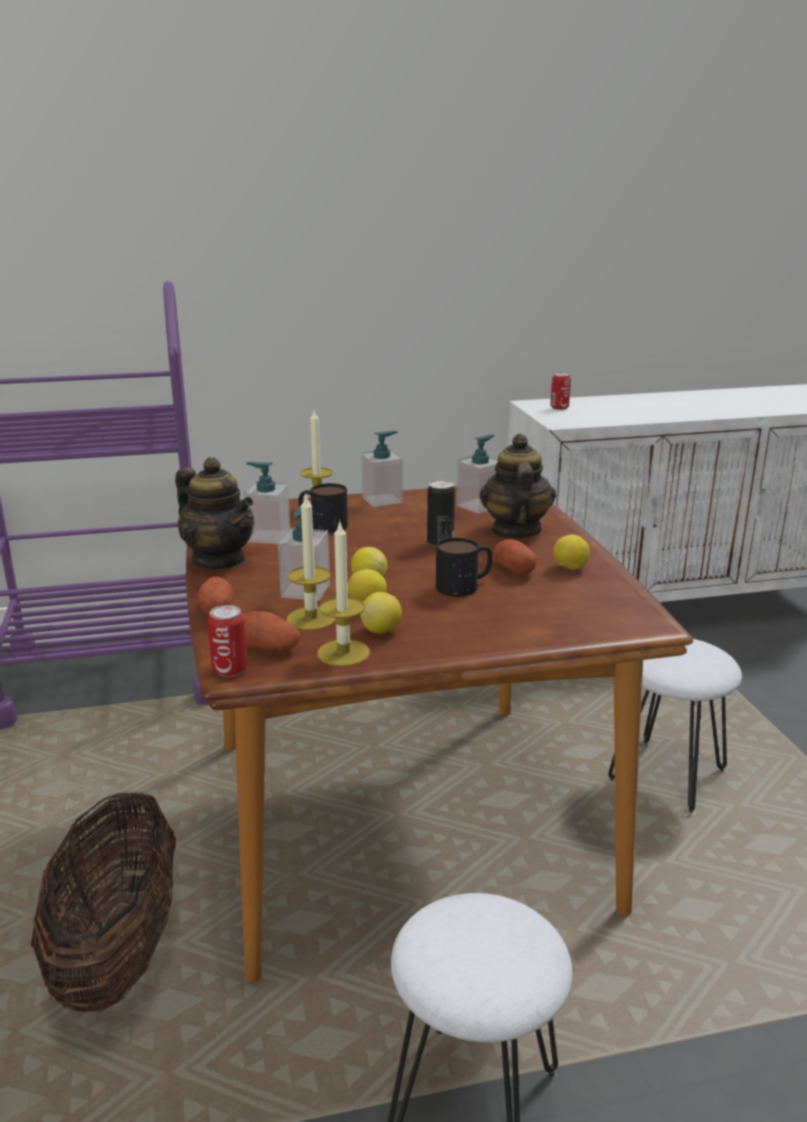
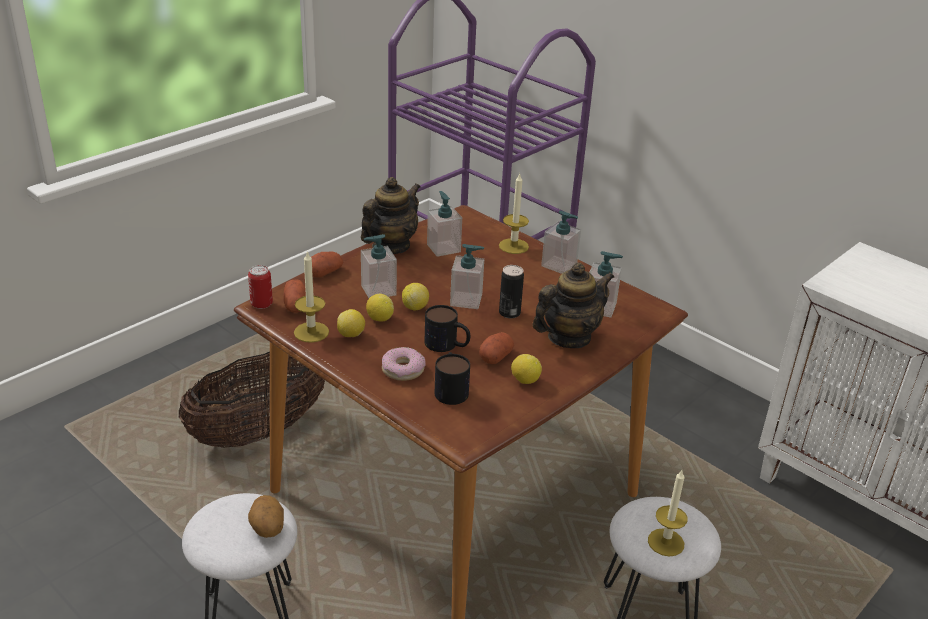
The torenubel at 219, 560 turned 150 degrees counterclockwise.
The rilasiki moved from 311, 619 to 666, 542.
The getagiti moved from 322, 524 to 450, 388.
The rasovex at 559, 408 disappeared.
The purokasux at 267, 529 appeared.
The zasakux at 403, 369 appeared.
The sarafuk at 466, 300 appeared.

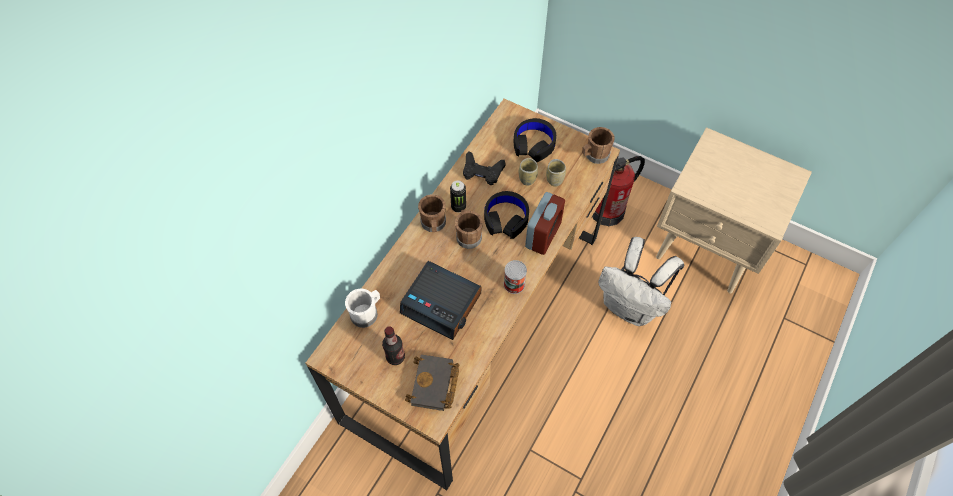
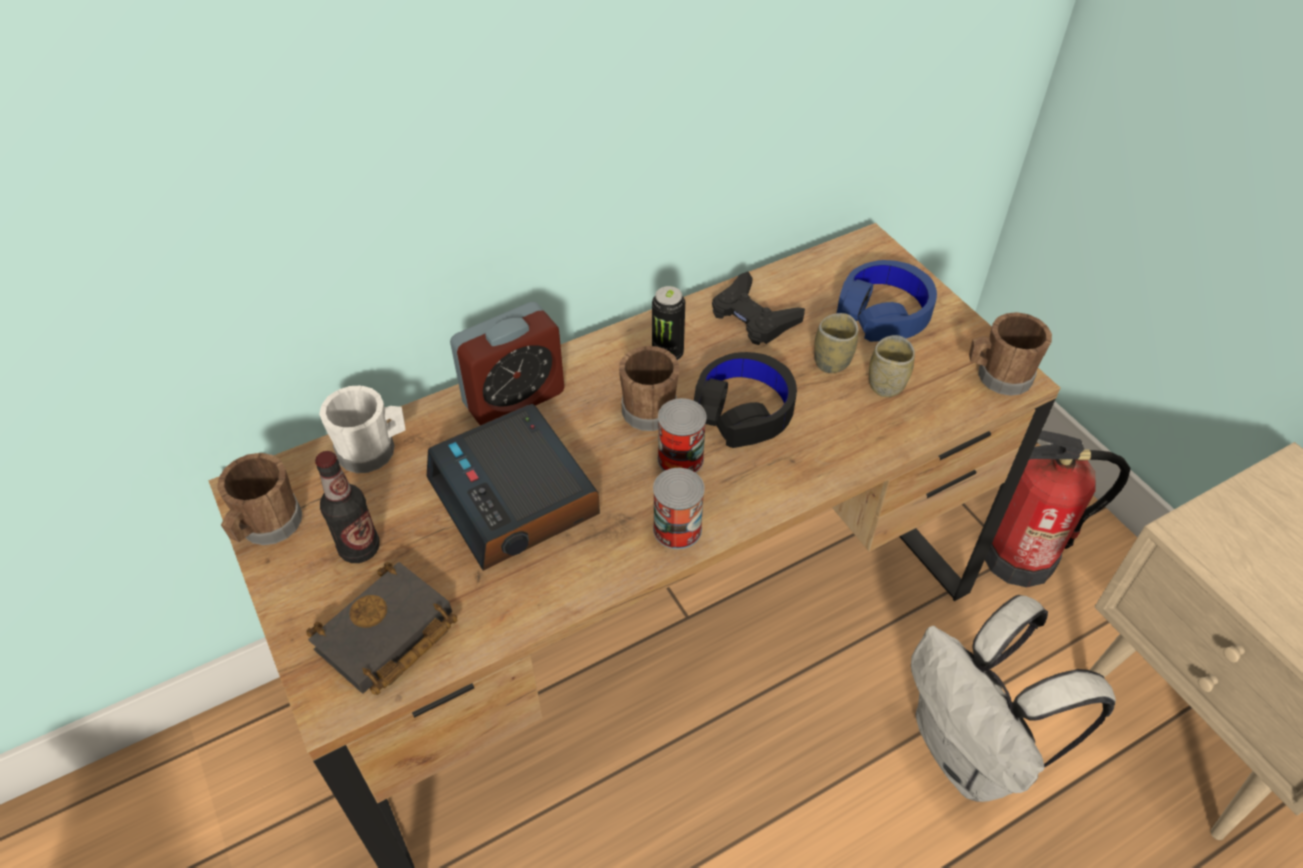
The brown getagiti moved from 433, 224 to 267, 527.
The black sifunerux at 534, 144 became the blue sifunerux at 884, 311.
The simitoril moved from 543, 235 to 514, 398.
The rasovex at 680, 458 appeared.

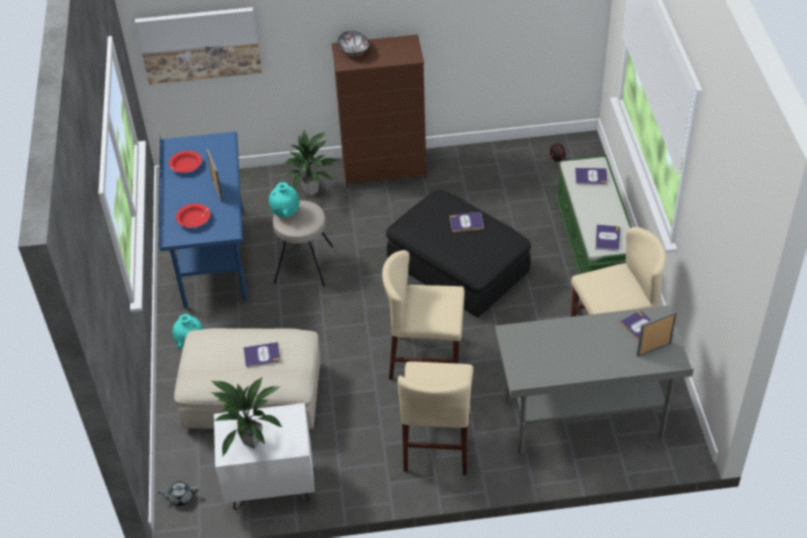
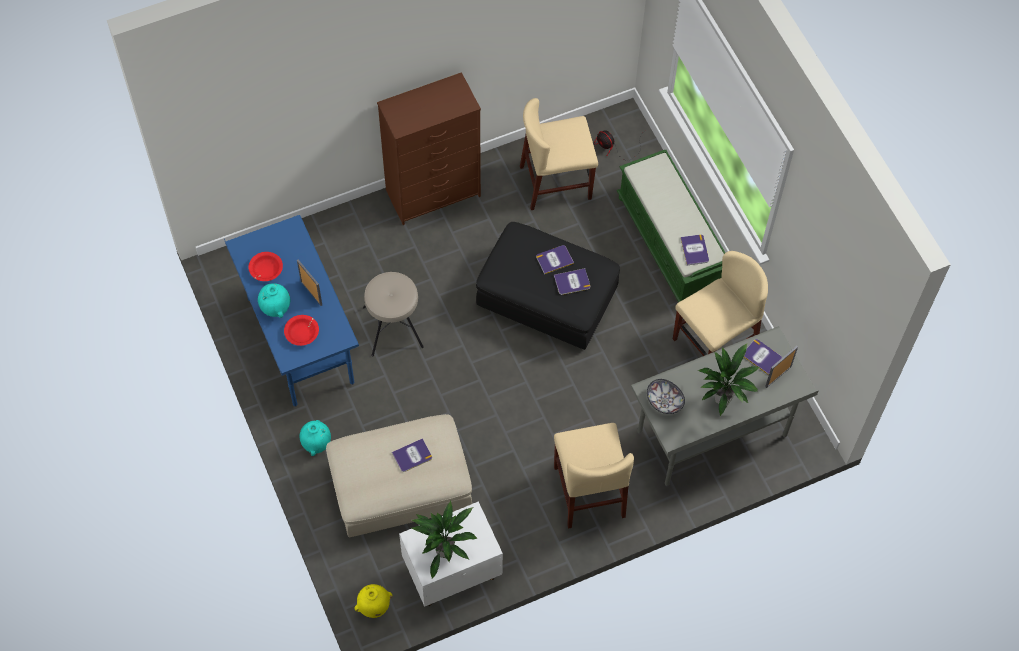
The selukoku at 199, 44 disappeared.
The grey torenubel at 180, 497 was replaced by the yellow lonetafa at 374, 607.
The turquoise lonetafa moved from 286, 213 to 276, 308.
The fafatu moved from 311, 191 to 724, 400.
The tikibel moved from 353, 51 to 664, 402.
The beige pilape moved from 425, 358 to 555, 182.
The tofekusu moved from 591, 177 to 572, 282.

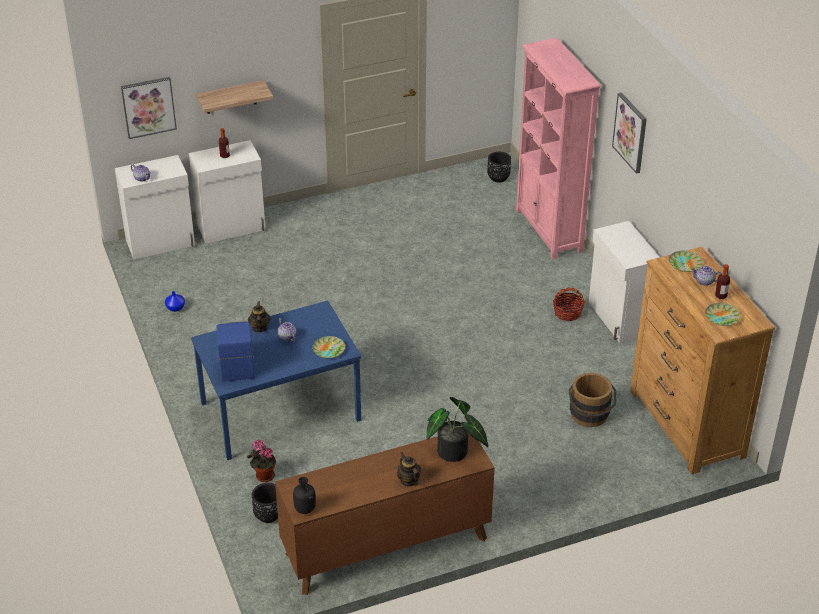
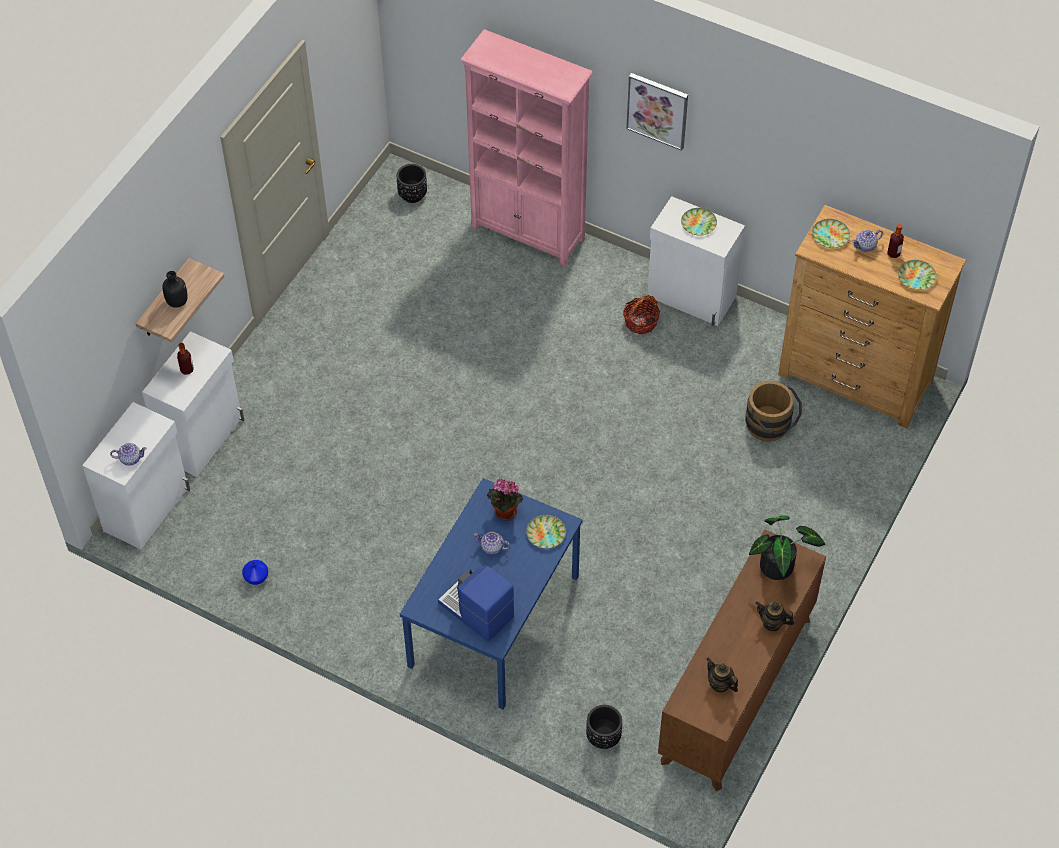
The selukoku at 148, 107 disappeared.
The fafatu moved from 263, 476 to 504, 513.
The torenubel moved from 259, 328 to 720, 684.
The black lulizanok moved from 305, 509 to 177, 302.
The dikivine at 699, 224 appeared.

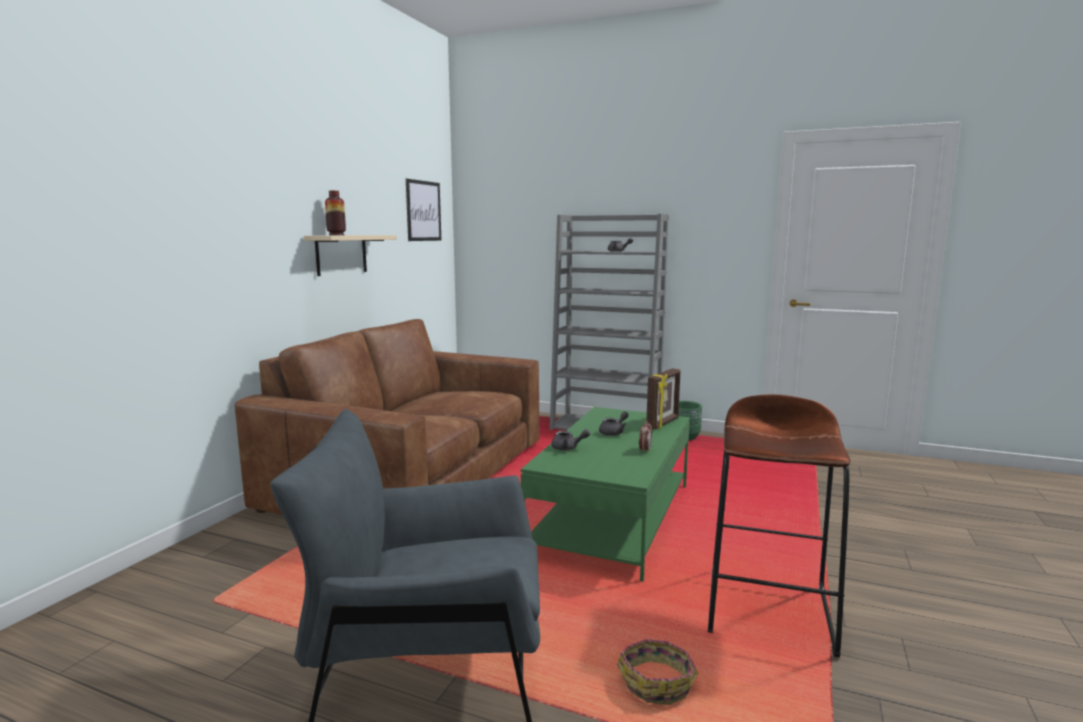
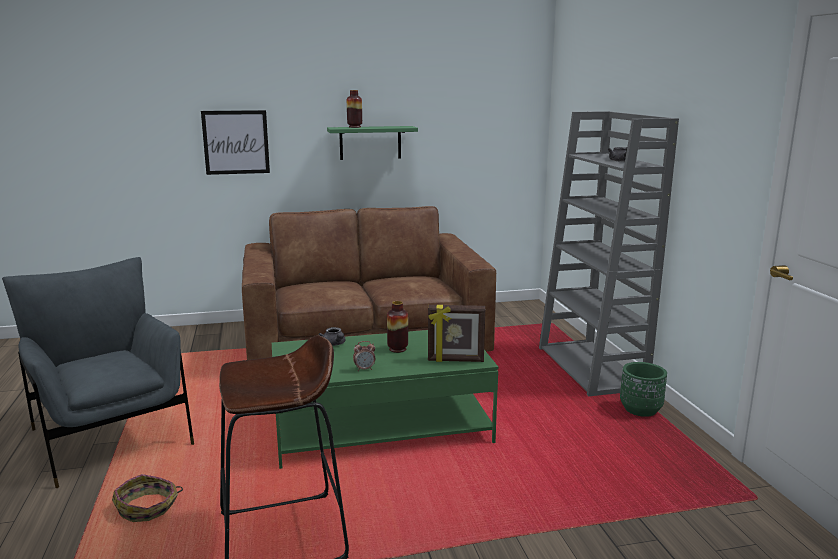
The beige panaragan at 341, 254 became the green panaragan at 370, 142.
The selukoku moved from 423, 211 to 236, 142.
The grey torenubel at 614, 432 was replaced by the lonetafa at 397, 349.

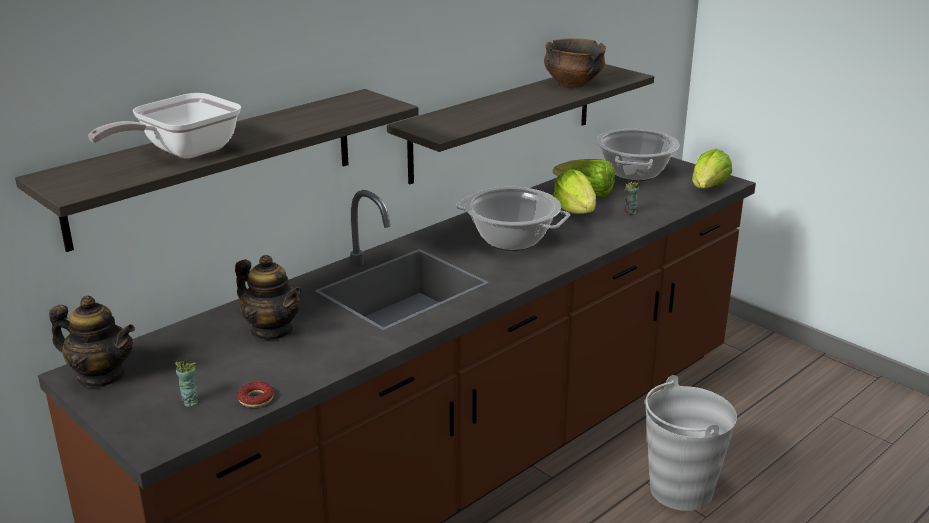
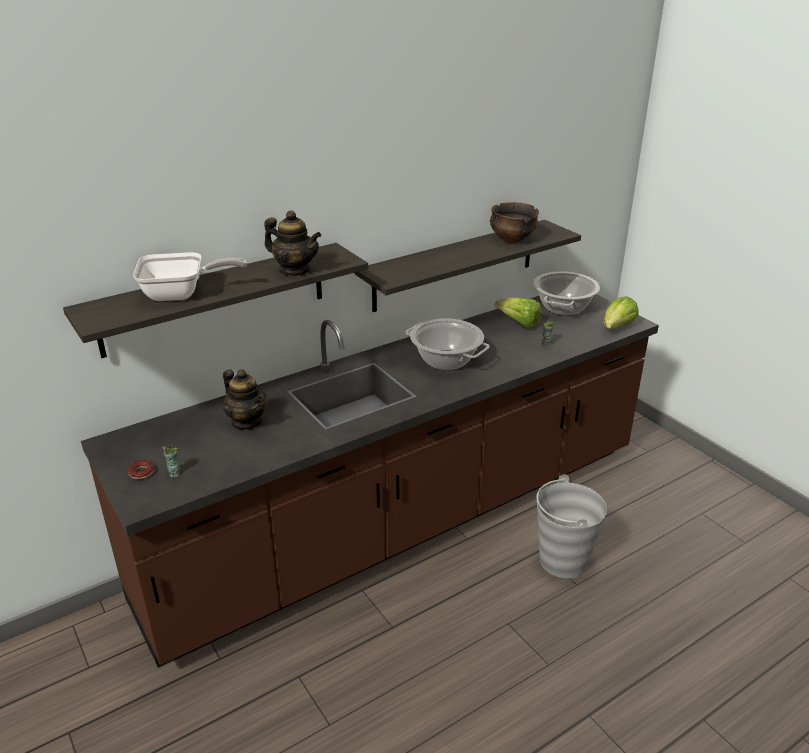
The torenubel moved from 101, 376 to 295, 270.
The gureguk at 181, 153 turned 150 degrees counterclockwise.
The zasakux moved from 256, 399 to 142, 472.
The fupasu at 575, 211 disappeared.

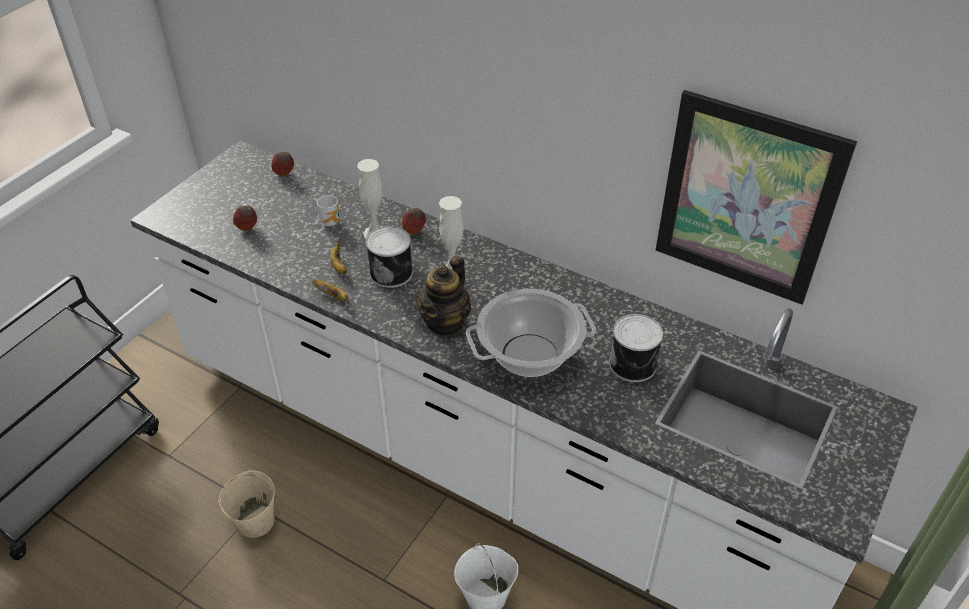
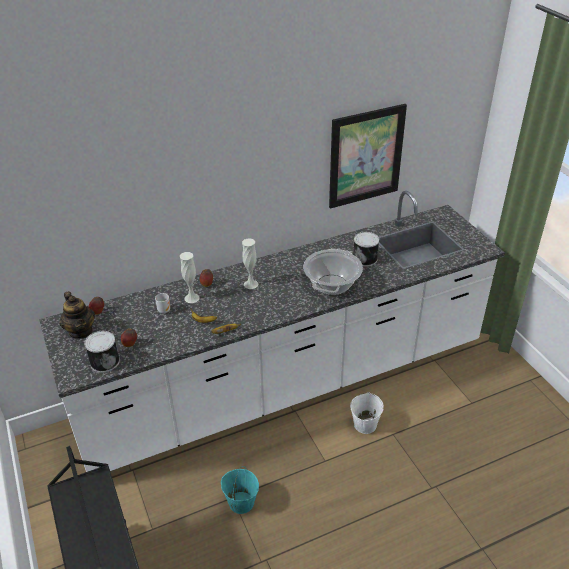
The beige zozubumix at 255, 521 became the turquoise zozubumix at 241, 502.
The rasovex moved from 392, 272 to 104, 361.
The torenubel moved from 445, 322 to 81, 331.

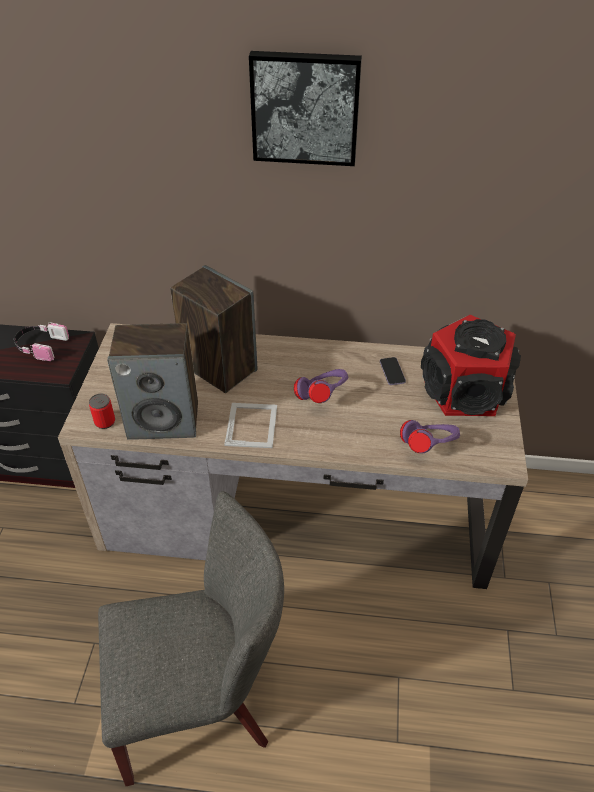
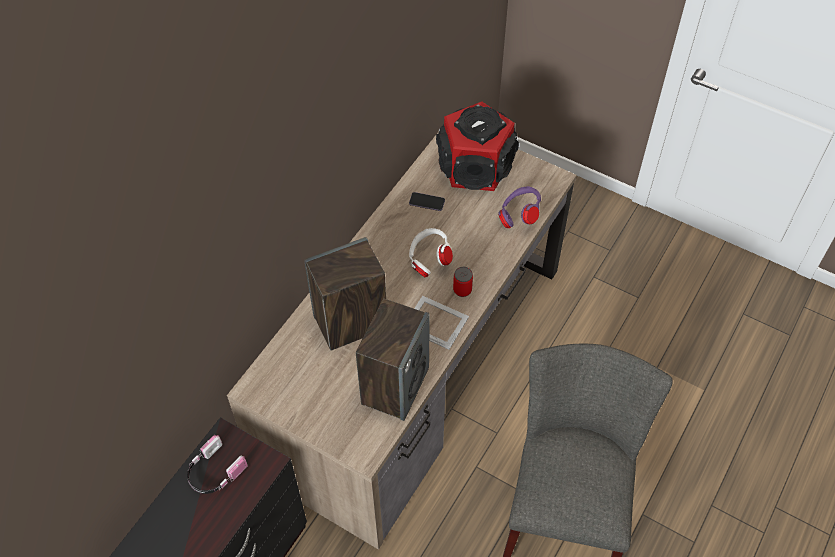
The rasovex moved from 105, 422 to 462, 290.
The selukoku at 305, 108 disappeared.
The purple sifunerux at 322, 396 became the white sifunerux at 429, 261.

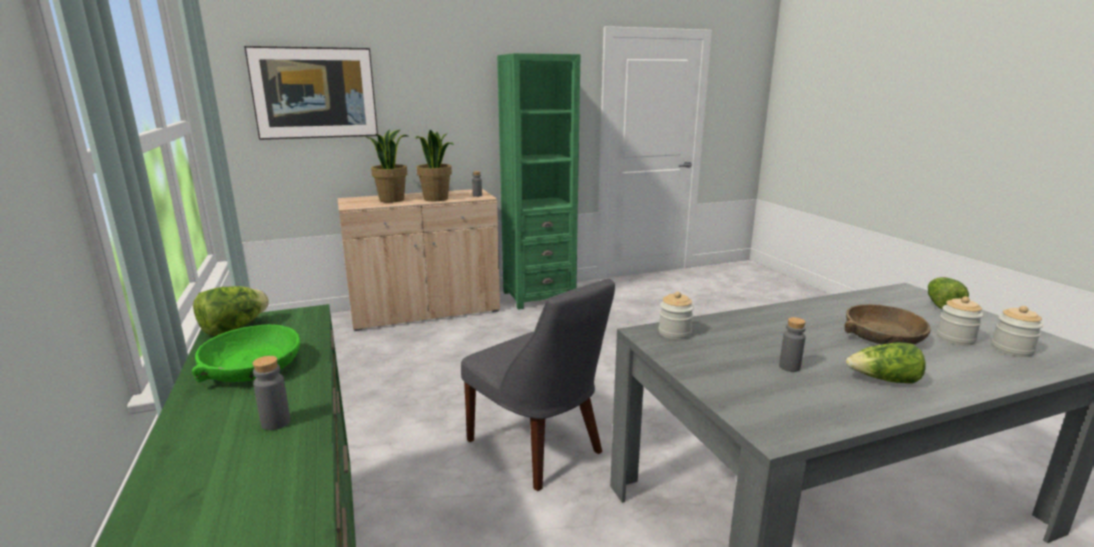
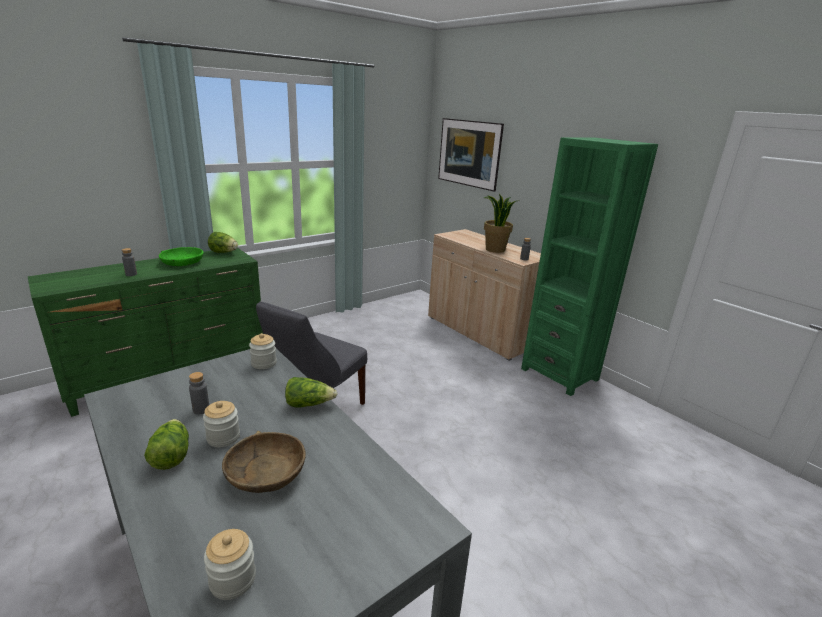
The fafatu at 391, 200 disappeared.
The fupasu moved from 941, 304 to 309, 404.
The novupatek moved from 955, 339 to 223, 437.

